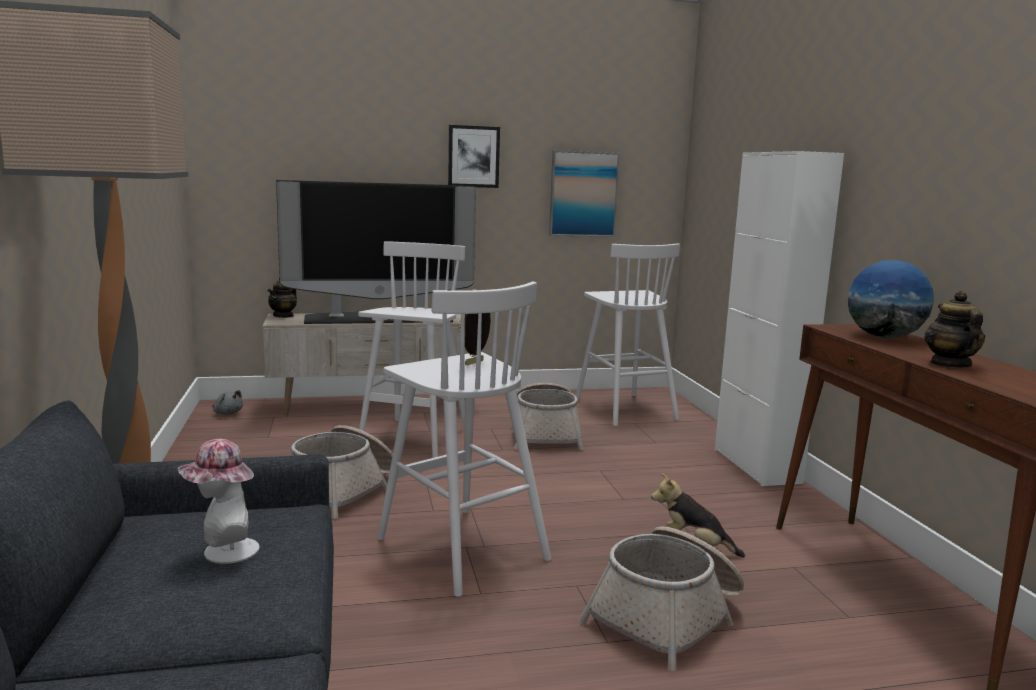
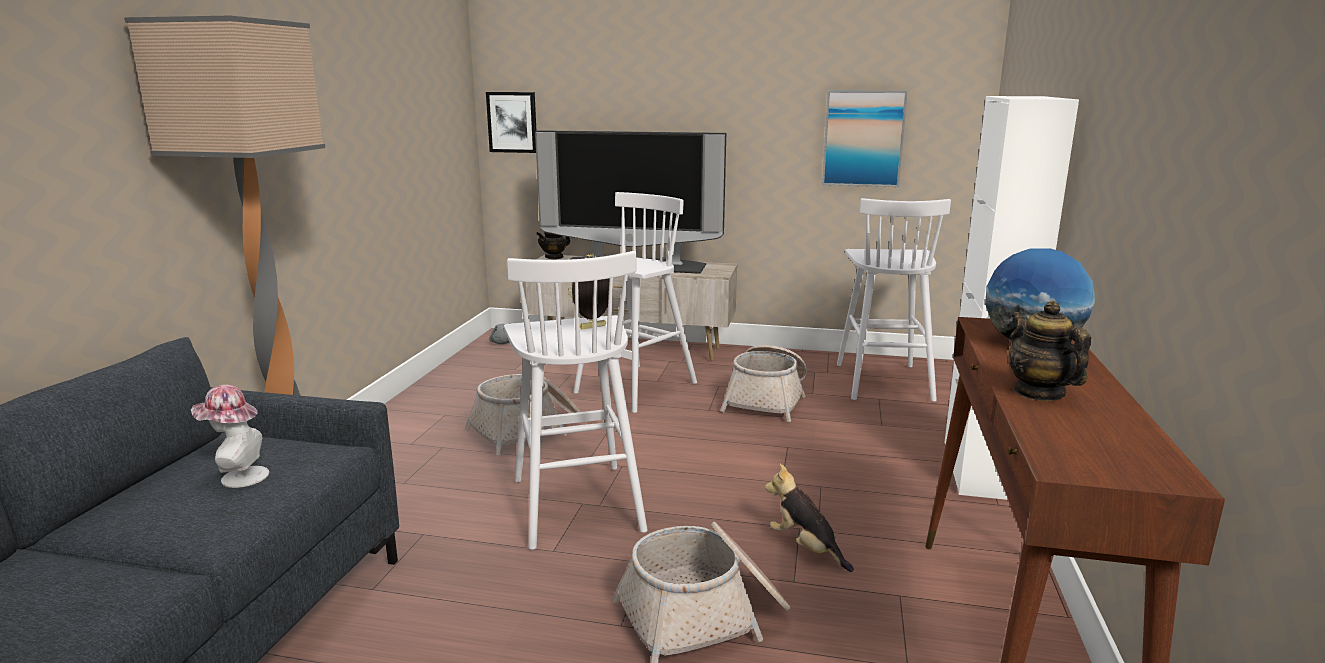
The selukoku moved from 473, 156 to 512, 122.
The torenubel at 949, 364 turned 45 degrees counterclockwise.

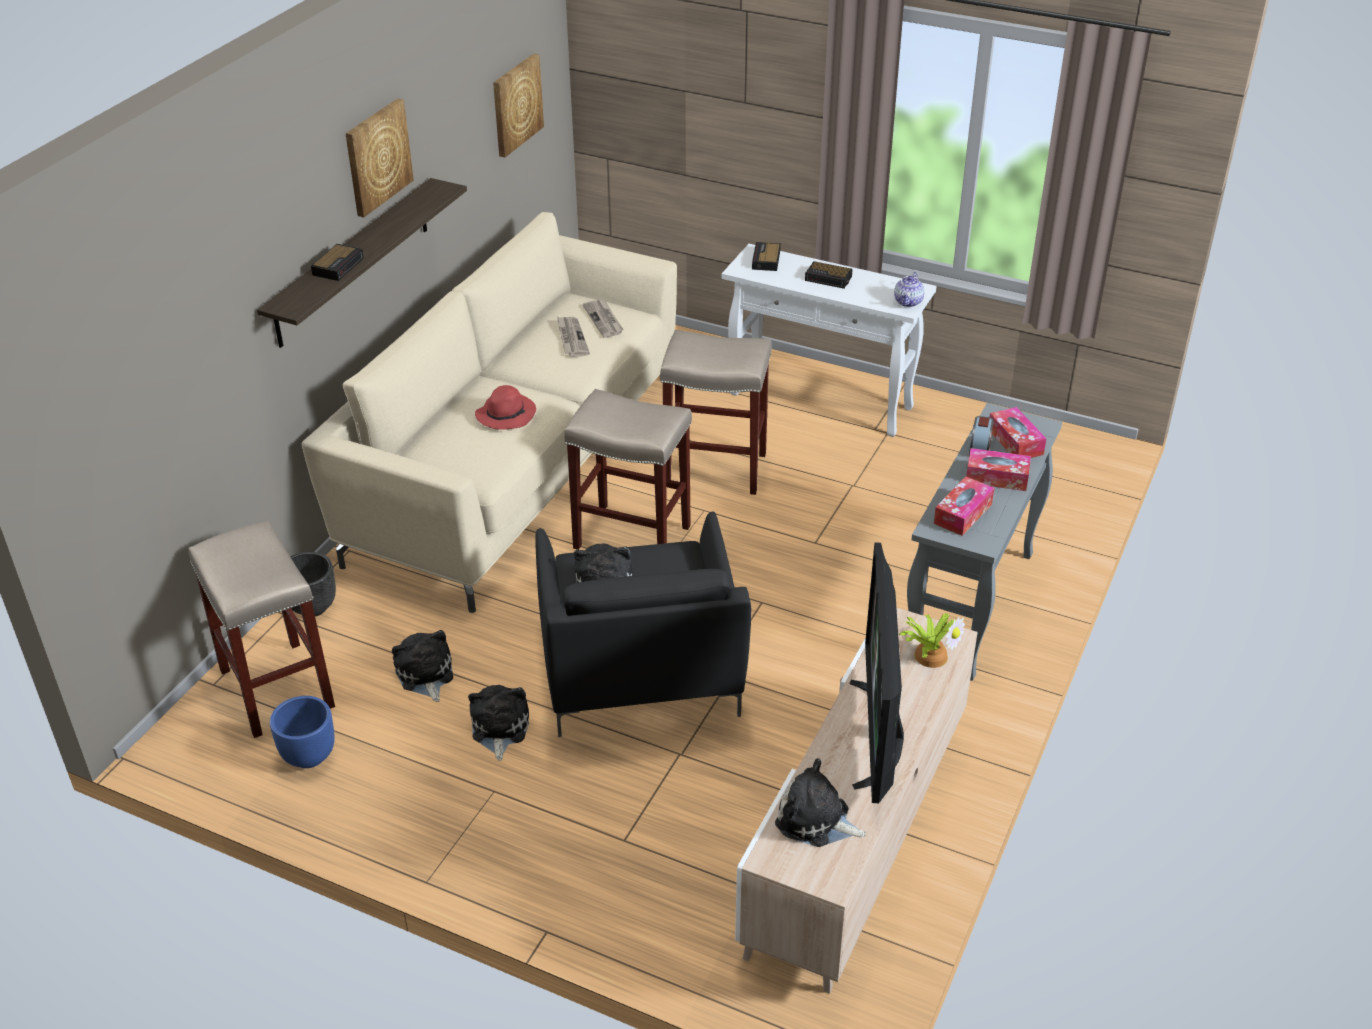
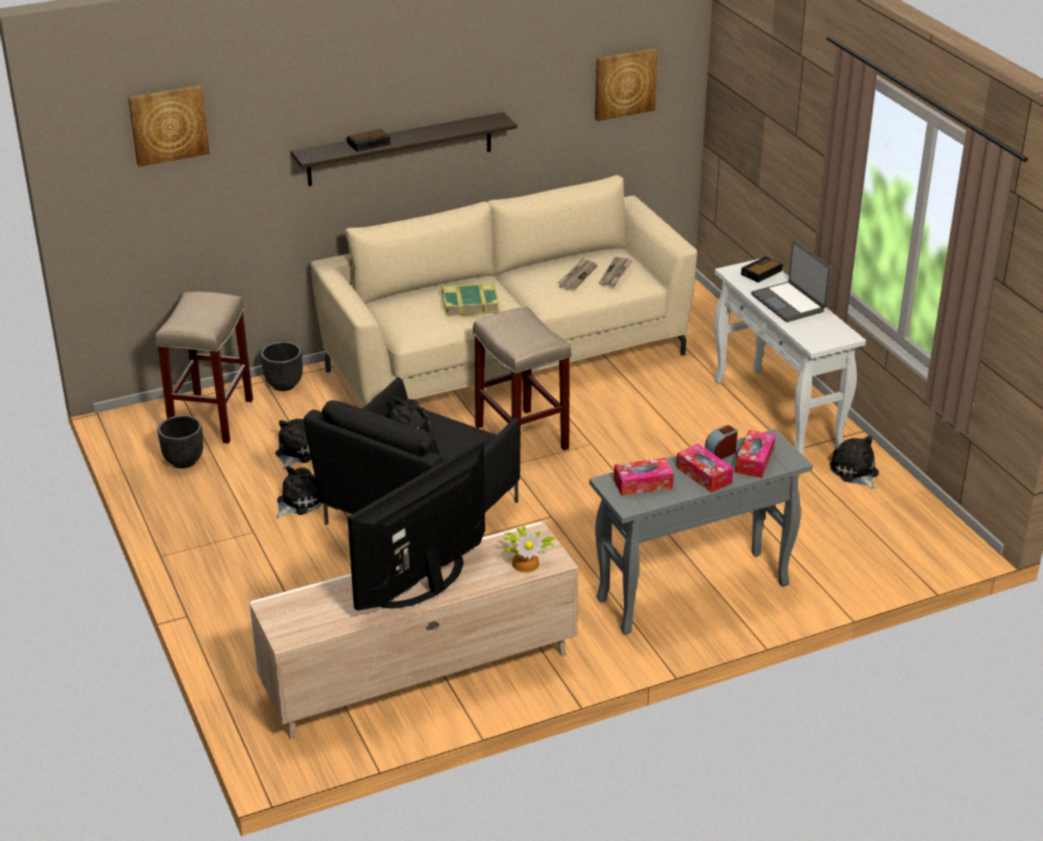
The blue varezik at 308, 757 became the black varezik at 183, 462.
The selukoku moved from 377, 157 to 168, 124.
The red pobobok at 506, 414 was replaced by the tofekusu at 470, 304.
The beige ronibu at 717, 468 disappeared.
The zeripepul moved from 816, 820 to 855, 472.
The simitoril at 829, 278 was replaced by the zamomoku at 789, 303.
The torenubel at 908, 302 disappeared.

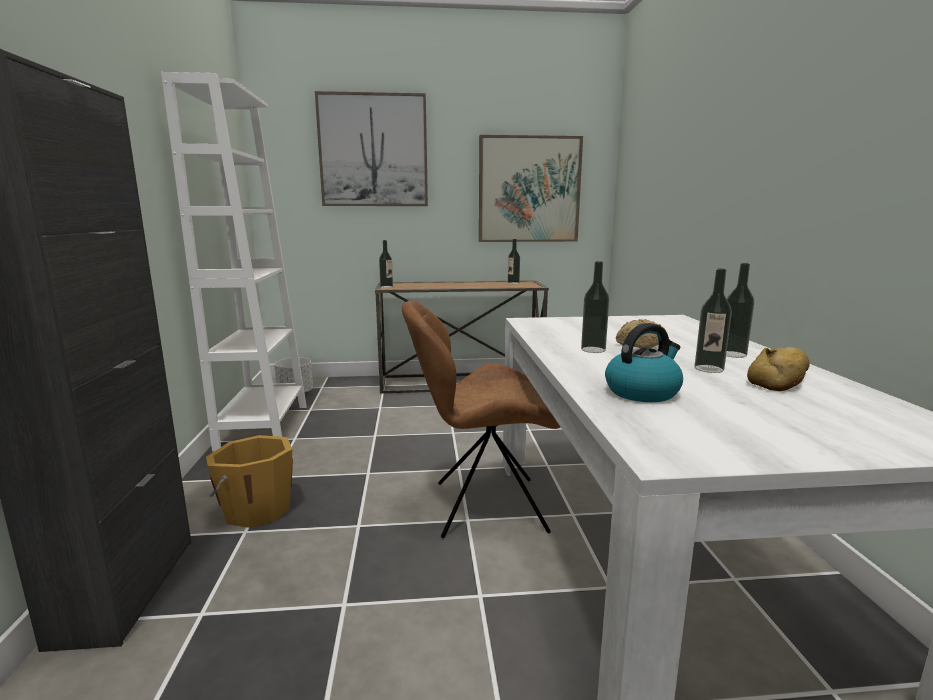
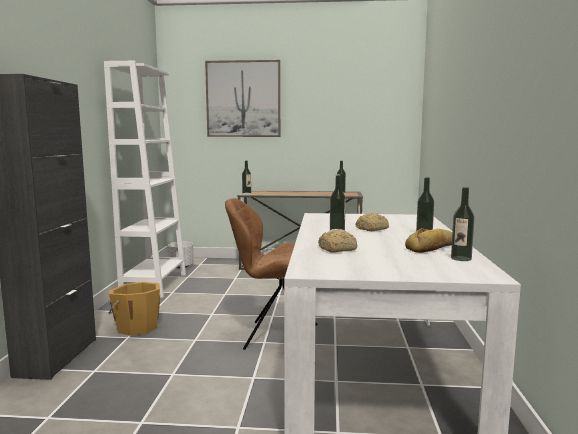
The selukoku at 529, 190 disappeared.
The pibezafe at 642, 392 was replaced by the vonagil at 336, 249.
The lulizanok moved from 709, 369 to 461, 258.

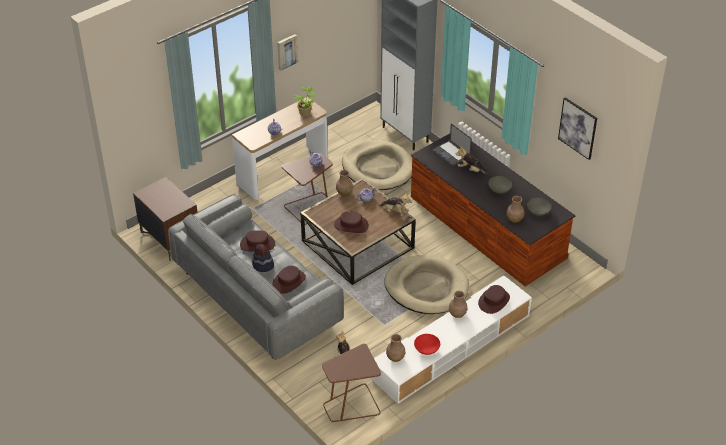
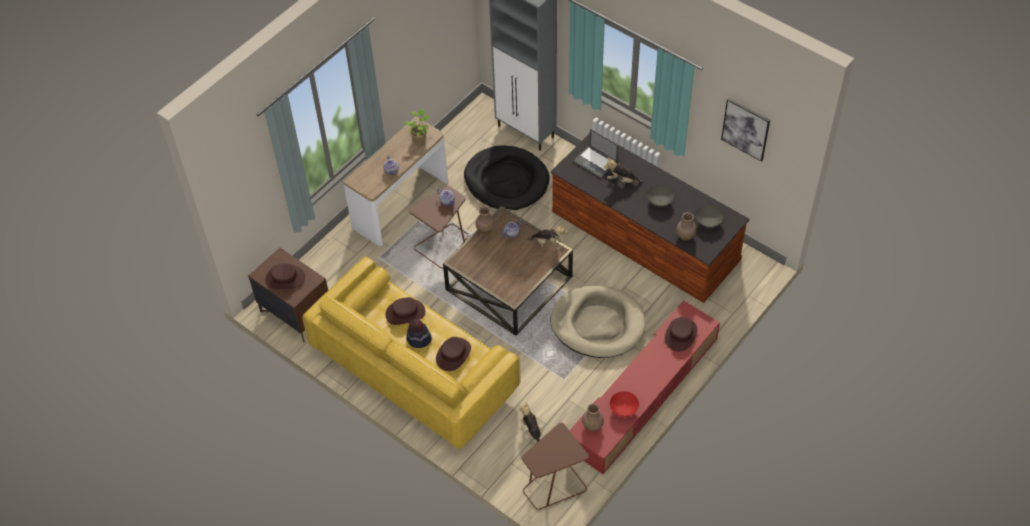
The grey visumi at 257, 298 became the yellow visumi at 415, 371.
The selukoku at 286, 51 disappeared.
The brown pobobok moved from 351, 225 to 285, 279.
The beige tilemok at 378, 168 became the black tilemok at 506, 181.
The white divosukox at 451, 348 became the red divosukox at 643, 394.
The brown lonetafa at 457, 314 disappeared.

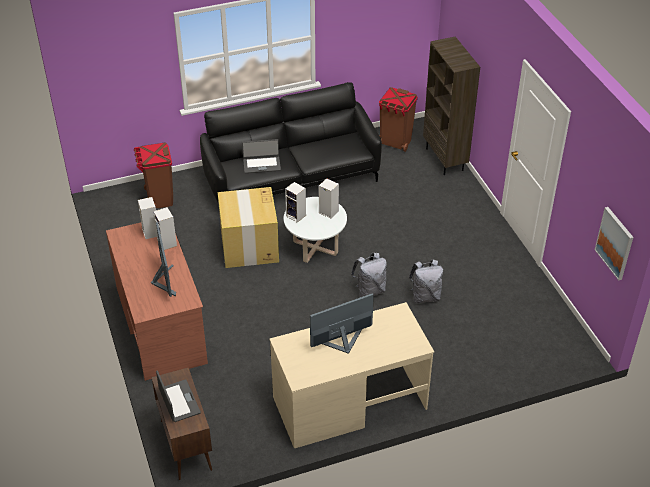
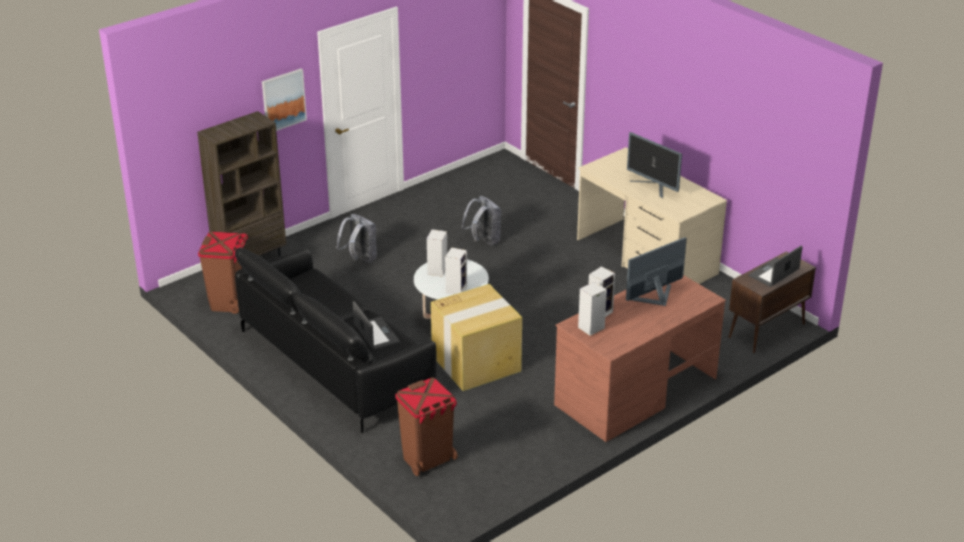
The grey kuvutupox moved from 370, 290 to 359, 259.
The selukoku moved from 615, 243 to 283, 100.

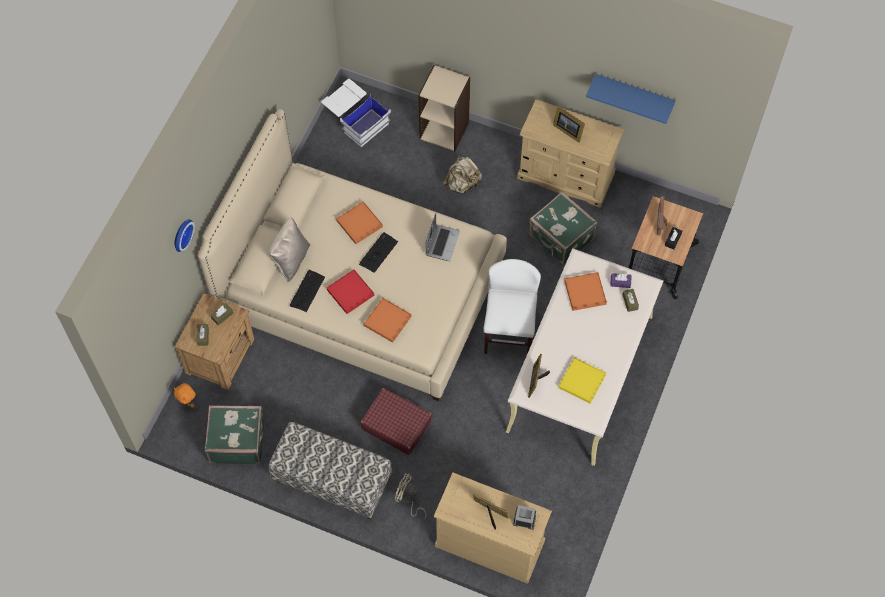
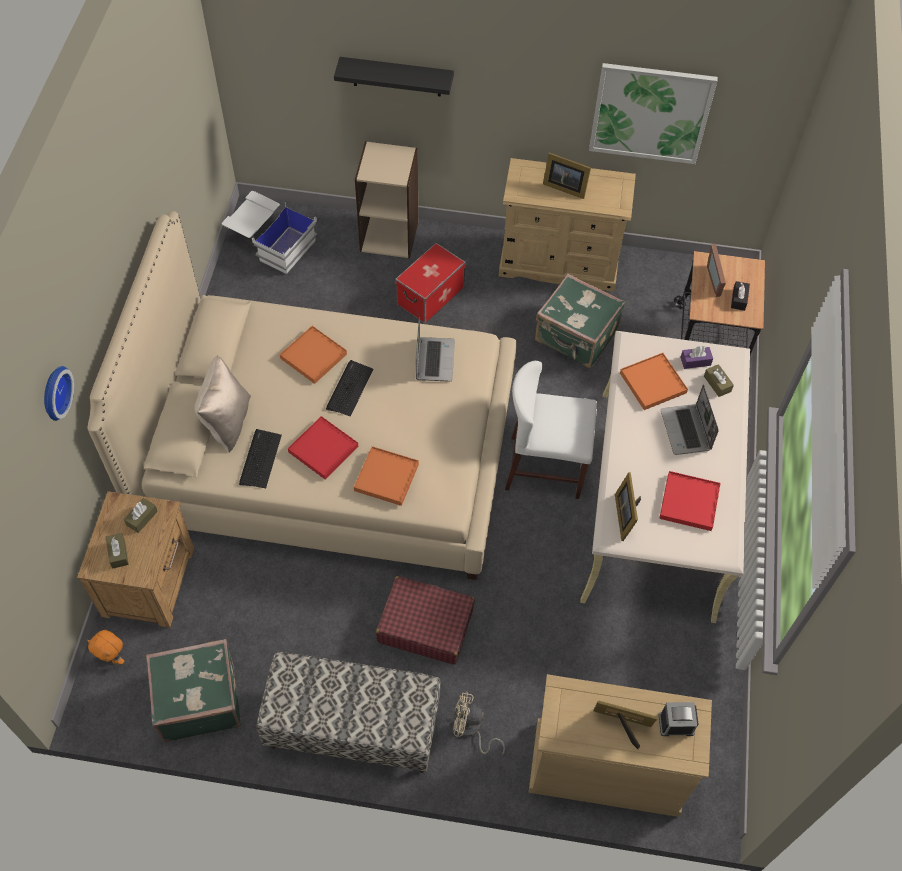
The beige kuvutupox at 462, 184 was replaced by the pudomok at 430, 295.
The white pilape at 509, 332 turned 75 degrees counterclockwise.
The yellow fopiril at 581, 381 became the red fopiril at 689, 502.
The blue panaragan at 634, 94 was replaced by the selukoku at 650, 113.
The black panaragan at 397, 77 appeared.
The zamomoku at 686, 431 appeared.

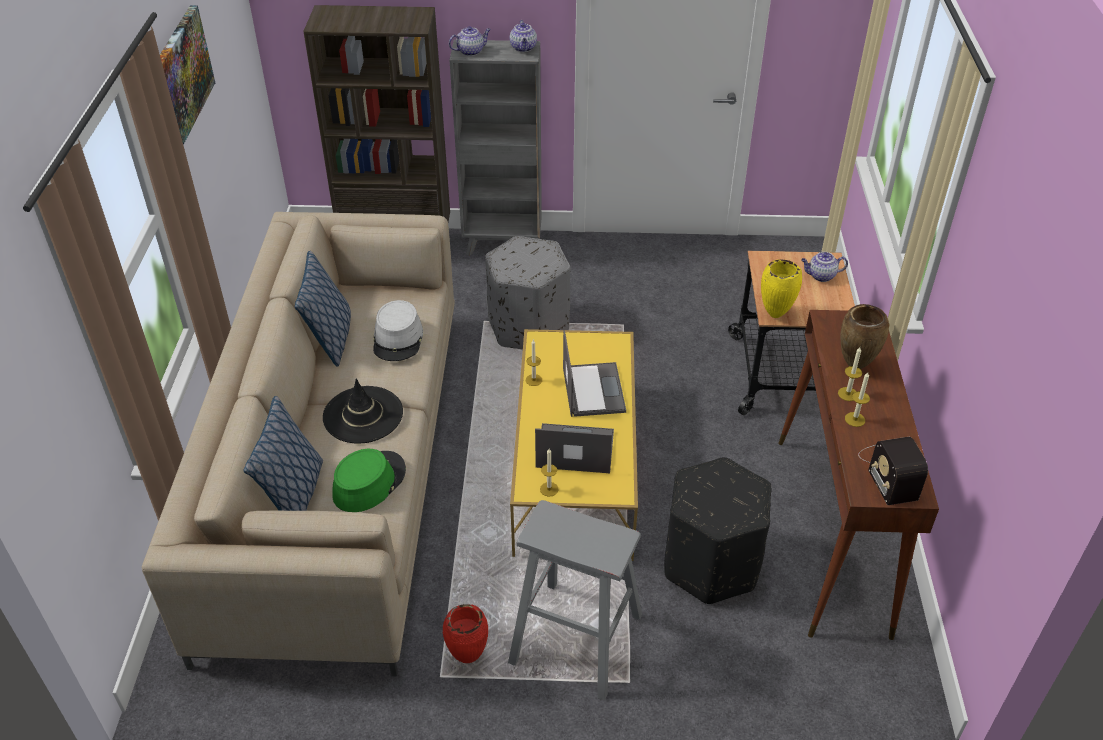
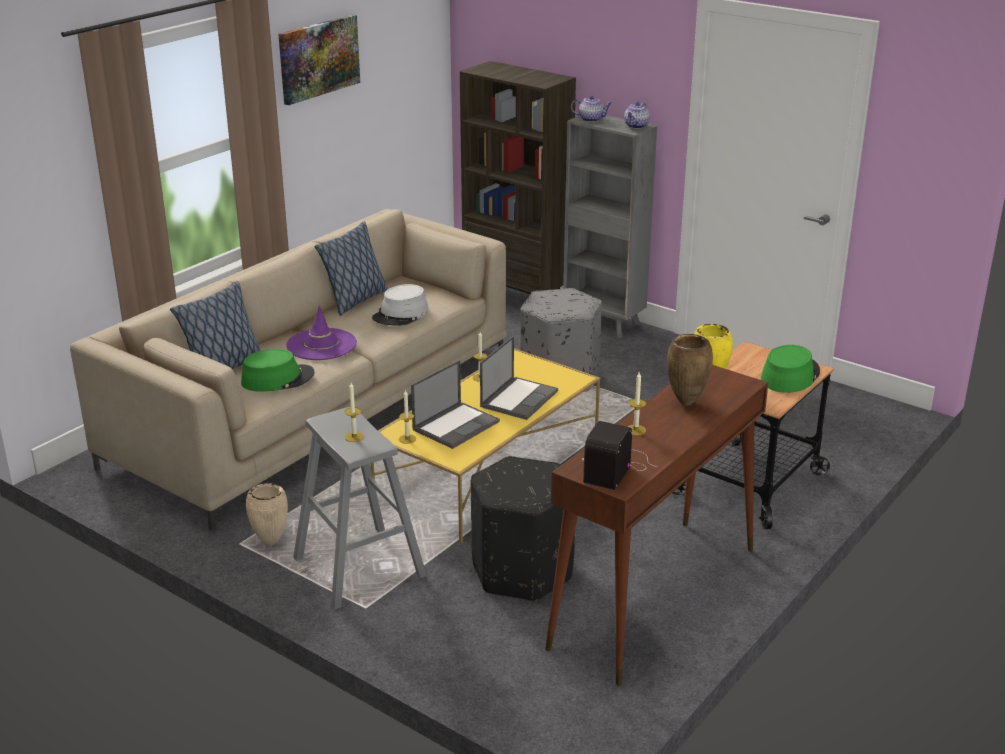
The black pobobok at 363, 415 became the purple pobobok at 321, 345.
The red lonetafa at 467, 657 became the beige lonetafa at 271, 542.
The zamomoku at 574, 449 turned 90 degrees clockwise.
The torenubel at 821, 276 was replaced by the green pobobok at 790, 375.
The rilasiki moved from 847, 394 to 354, 437.

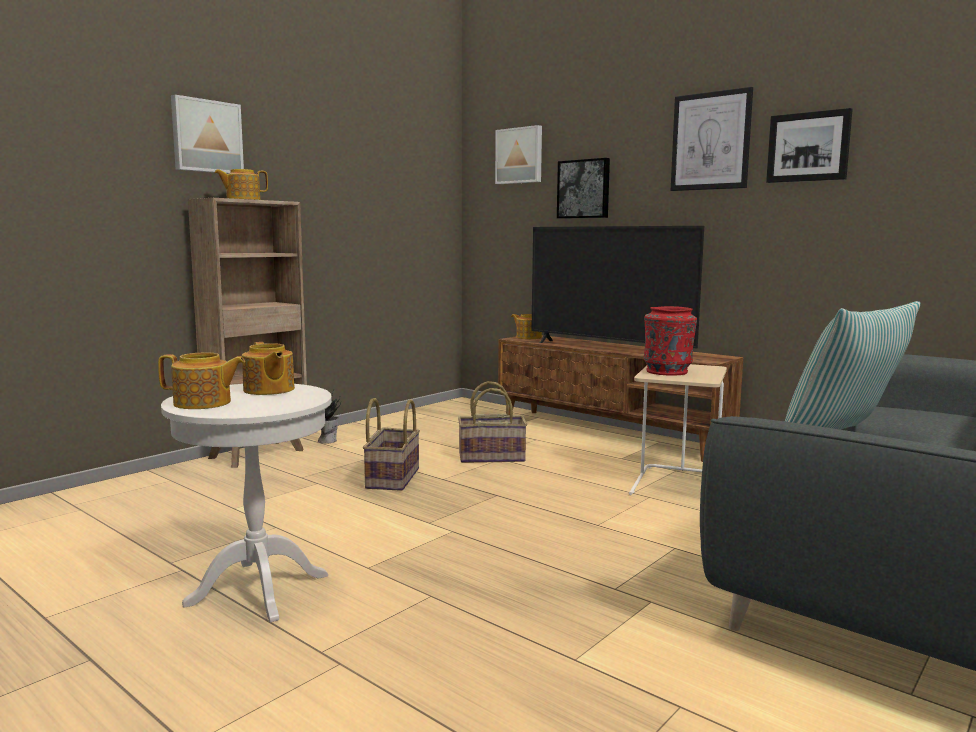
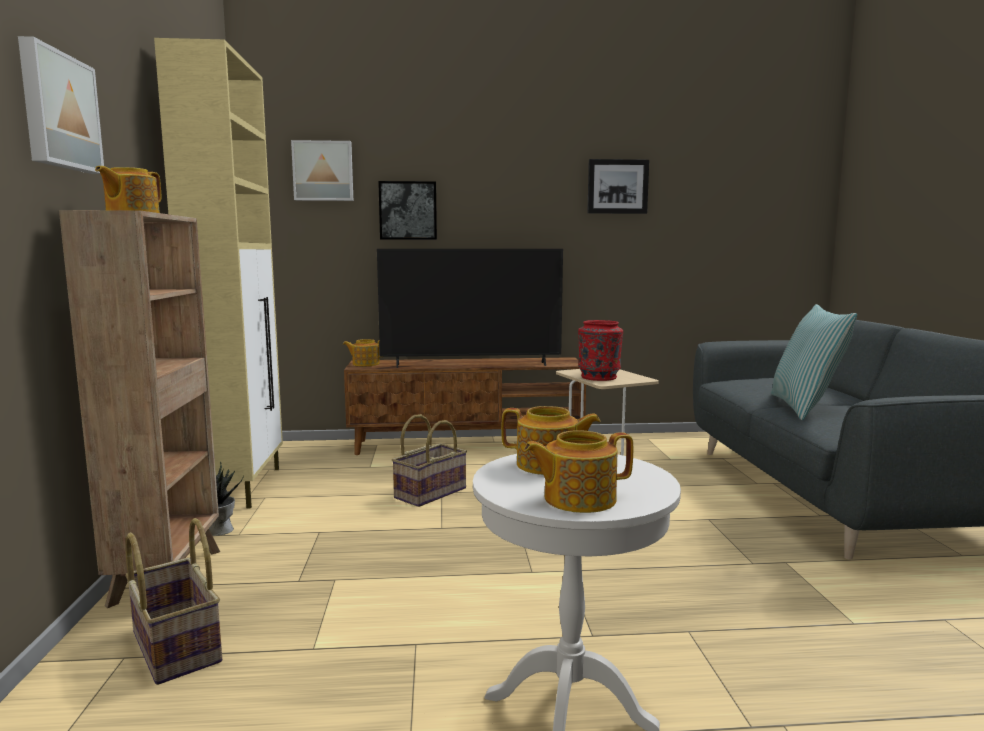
The torenubel at 203, 403 turned 150 degrees counterclockwise.
The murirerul moved from 392, 478 to 174, 647.
The selukoku at 710, 141 disappeared.
The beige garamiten at 243, 487 appeared.

